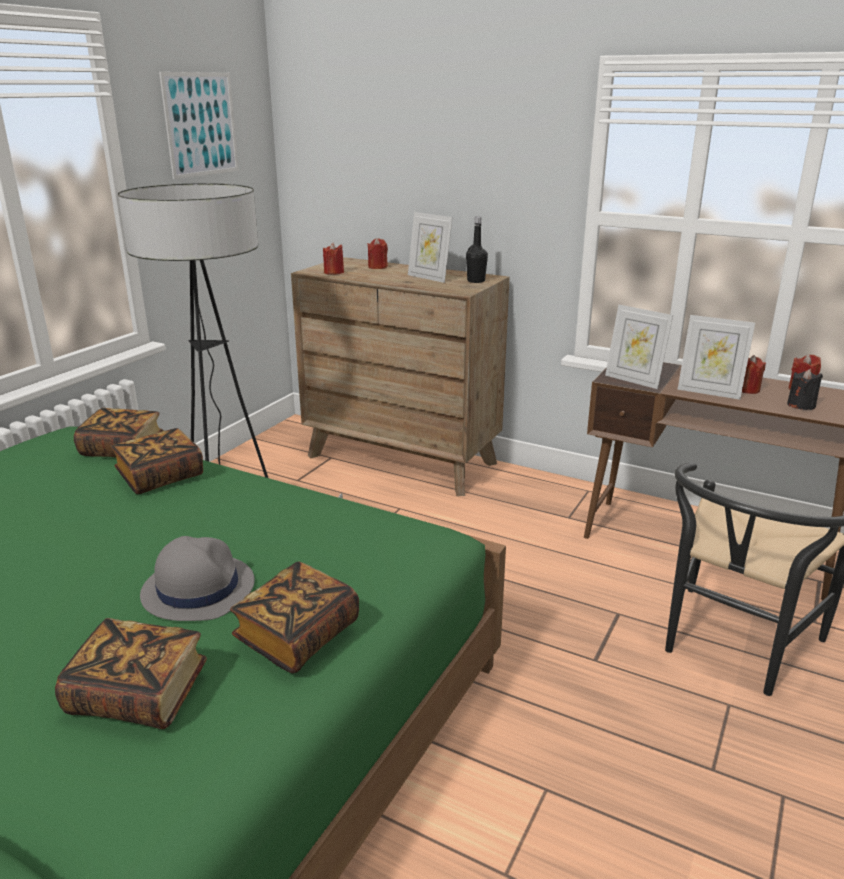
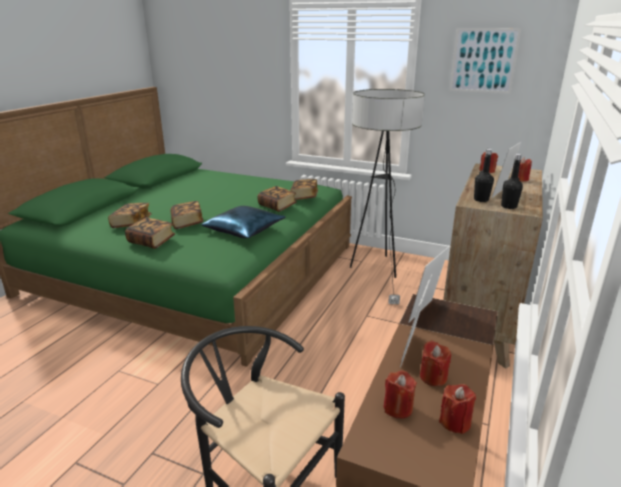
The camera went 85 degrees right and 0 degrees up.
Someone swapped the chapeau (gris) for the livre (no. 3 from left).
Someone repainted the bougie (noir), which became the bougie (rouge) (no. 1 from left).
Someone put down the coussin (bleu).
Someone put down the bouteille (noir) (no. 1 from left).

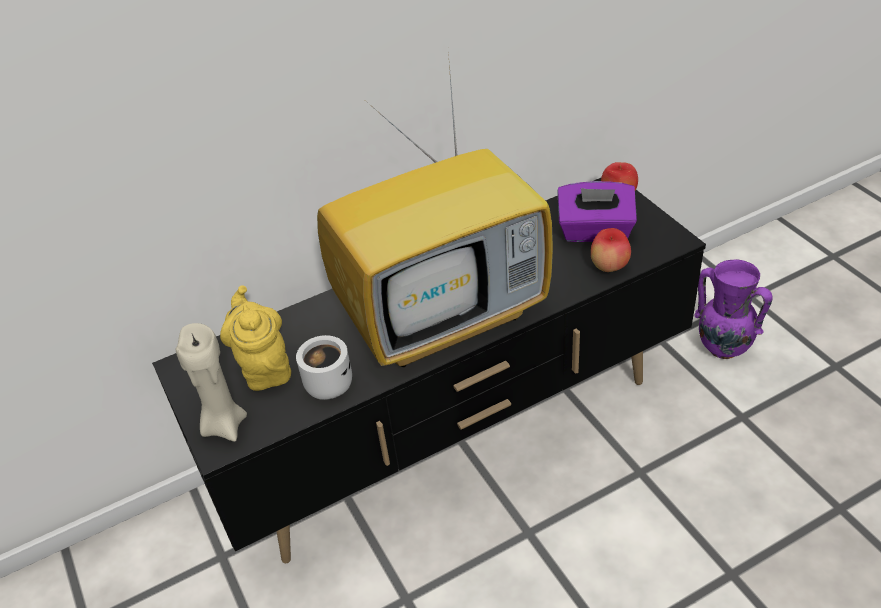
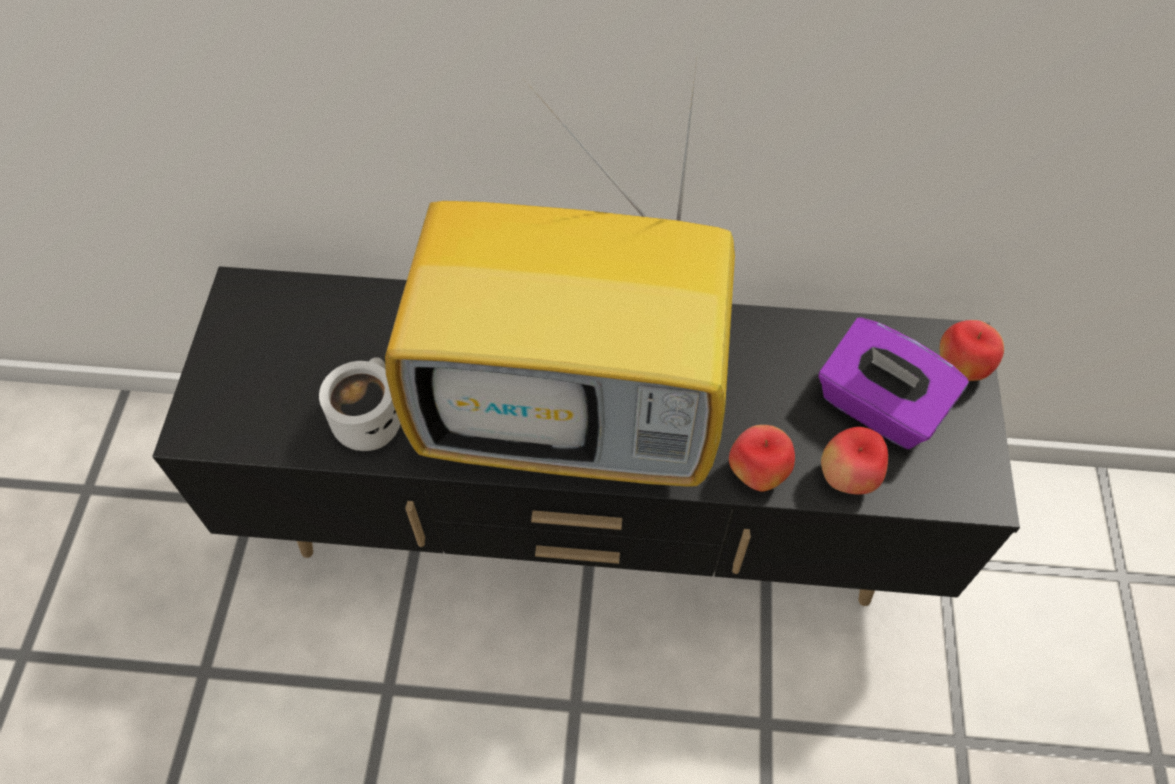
The camera went 30 degrees right and 15 degrees up.
Someone took away the bougie (beige).
Someone took away the théière (jaune).
Someone took away the vase (violet).
Someone put down the pomme (no. 1 from left).

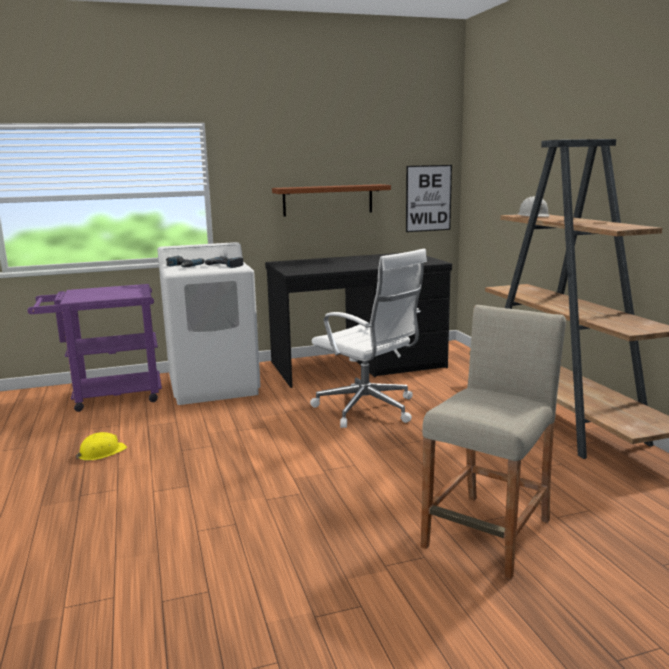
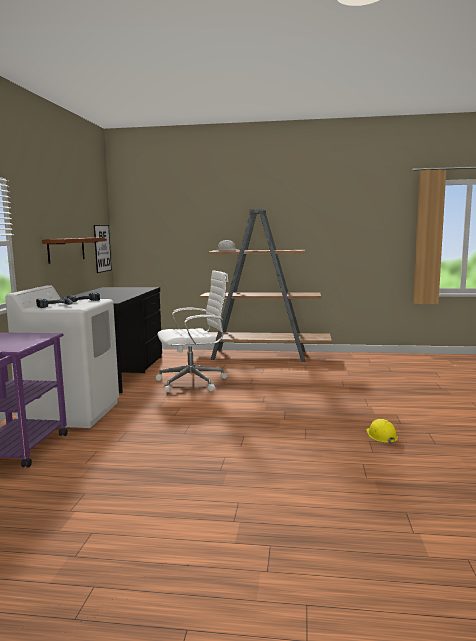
The camera went 65 degrees left and 5 degrees down.
Someone carried the casque de chantier (jaune).
Someone took away the tabouret (beige).

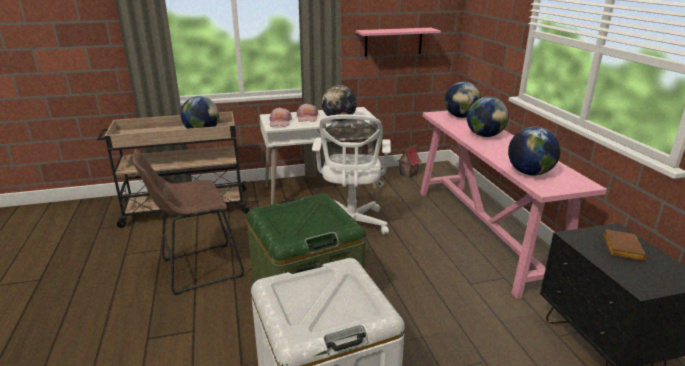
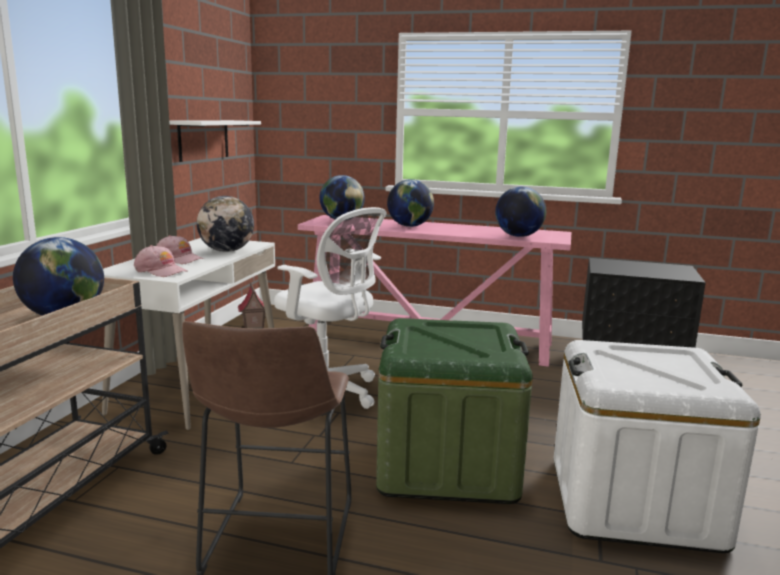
The camera went 60 degrees left and 10 degrees down.
Someone repainted the étagère (rose), which became the étagère (blanc).
Someone took away the livre (marron).

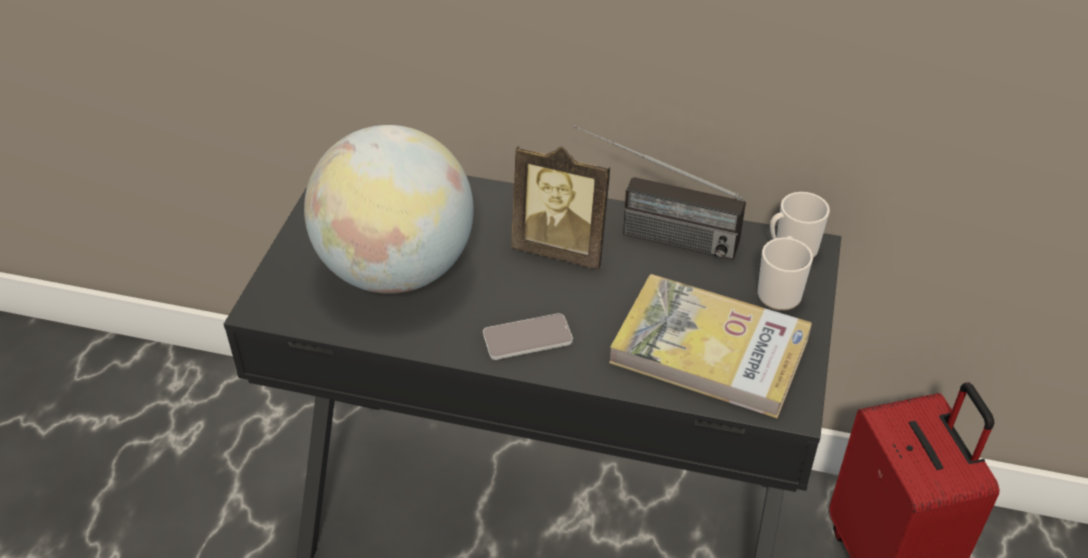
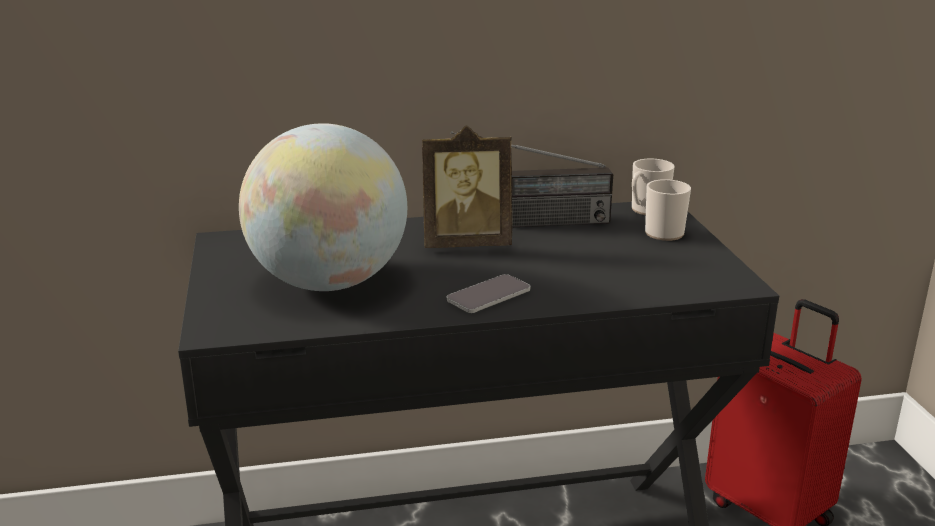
The camera went 25 degrees left and 20 degrees down.
Someone took away the livre.

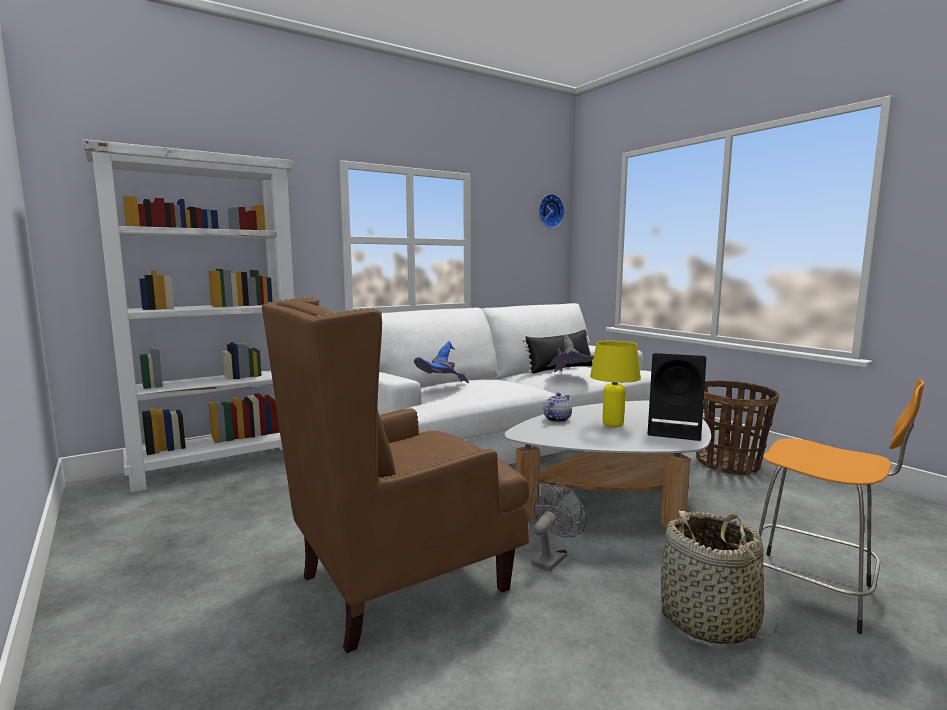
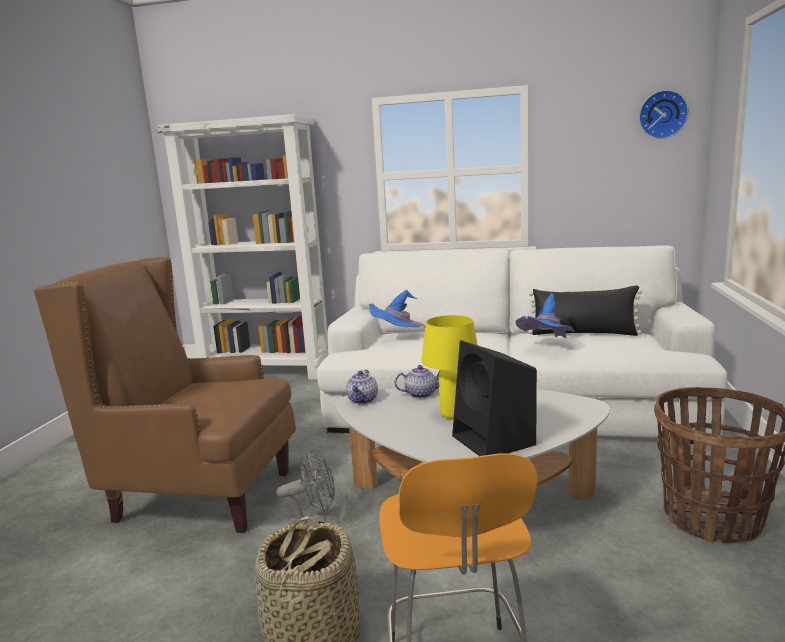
The camera went 45 degrees right and 5 degrees up.
Someone repainted the chapeau (gris), which became the chapeau (bleu) (no. 2 from left).
Someone put down the théière (no. 1 from left).

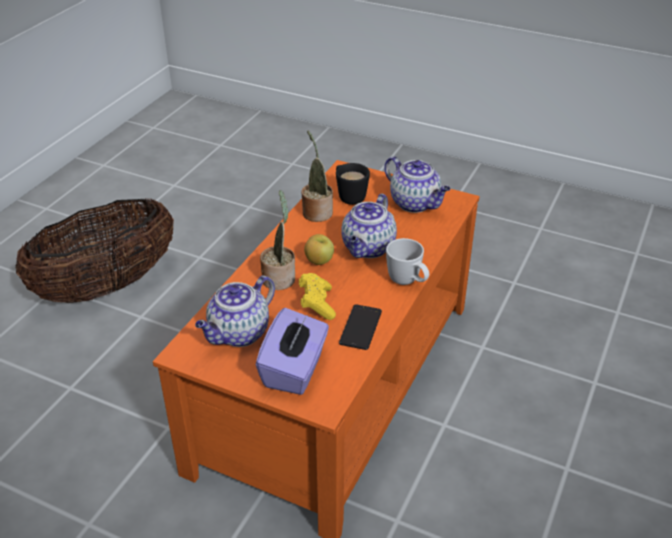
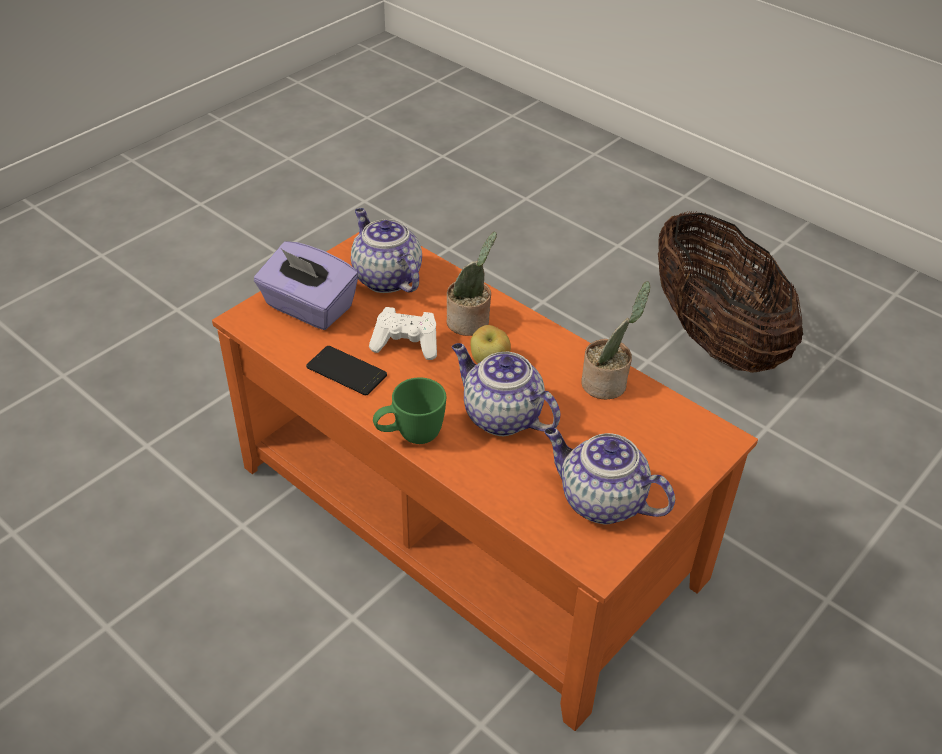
The camera went 105 degrees right and 5 degrees up.
Someone repainted the manette (jaune), which became the manette (blanc).
Someone took away the mug (noir).
Someone rotated the théière (no. 3 from left) by 60 degrees clockwise.
Someone repainted the mug (blanc), which became the mug (vert).

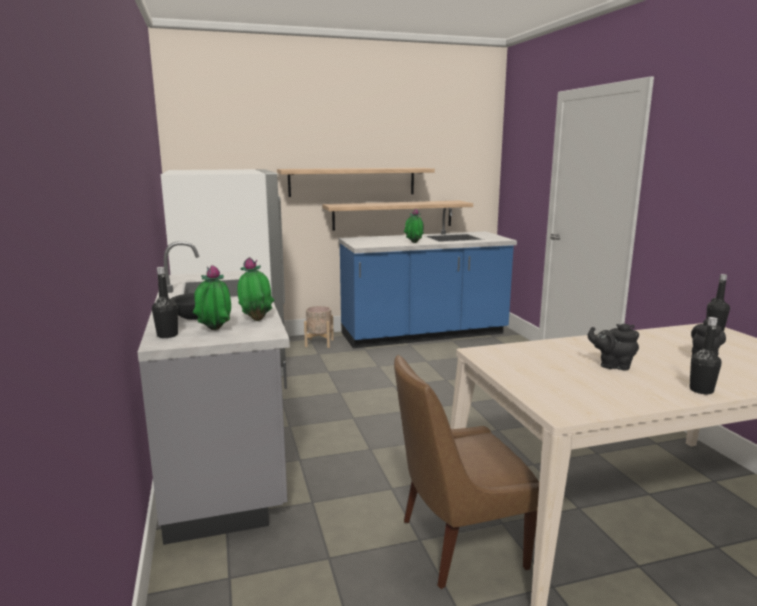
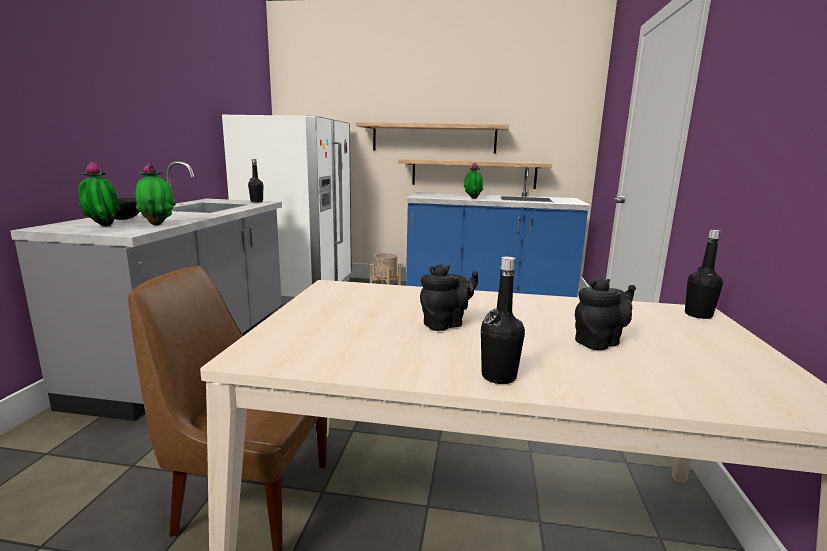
The camera went 25 degrees right and 0 degrees up.
Someone carried the bouteille (noir) (no. 1 from left).
Someone rotated the théière (noir) (no. 1 from left) by 105 degrees clockwise.

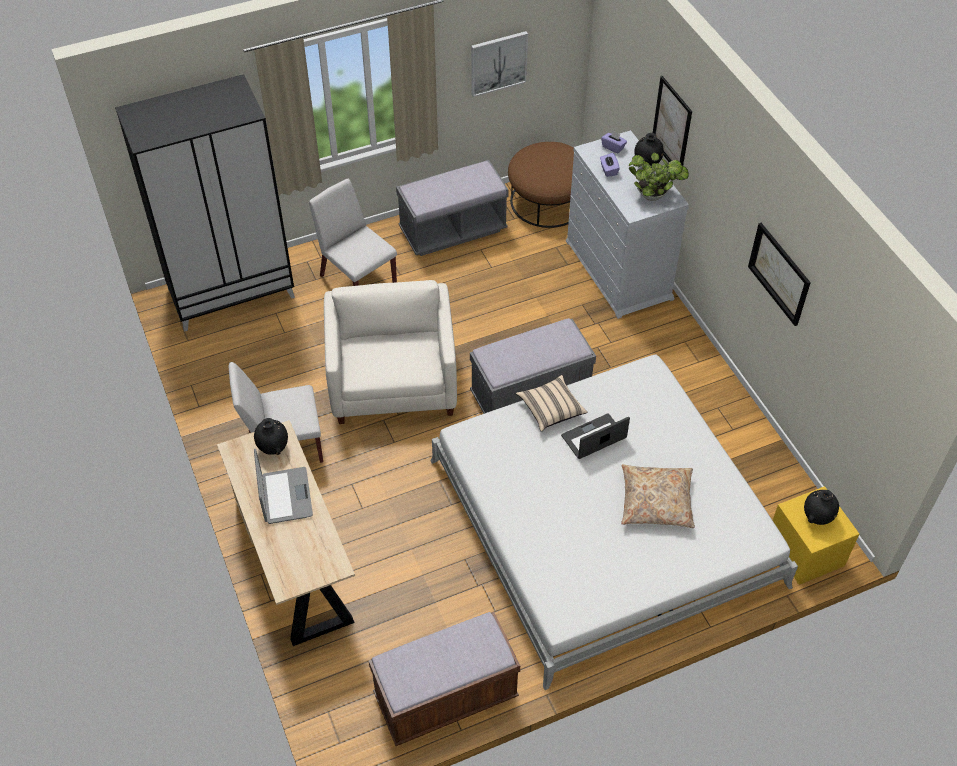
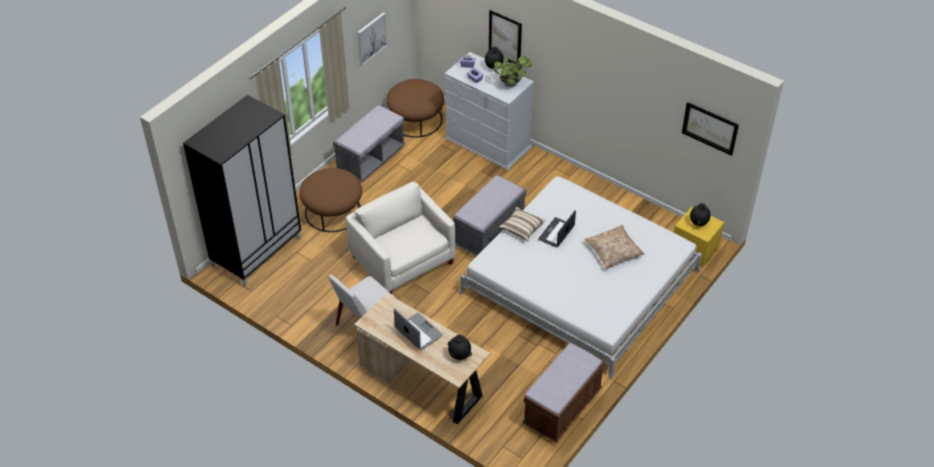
The camera went 30 degrees left and 5 degrees down.
Someone carried the vase (noir) (no. 1 from left).
Someone swapped the chaise (blanc) (no. 2 from left) for the pouf (marron) (no. 1 from left).
Someone carried the tableau (no. 3 from left).

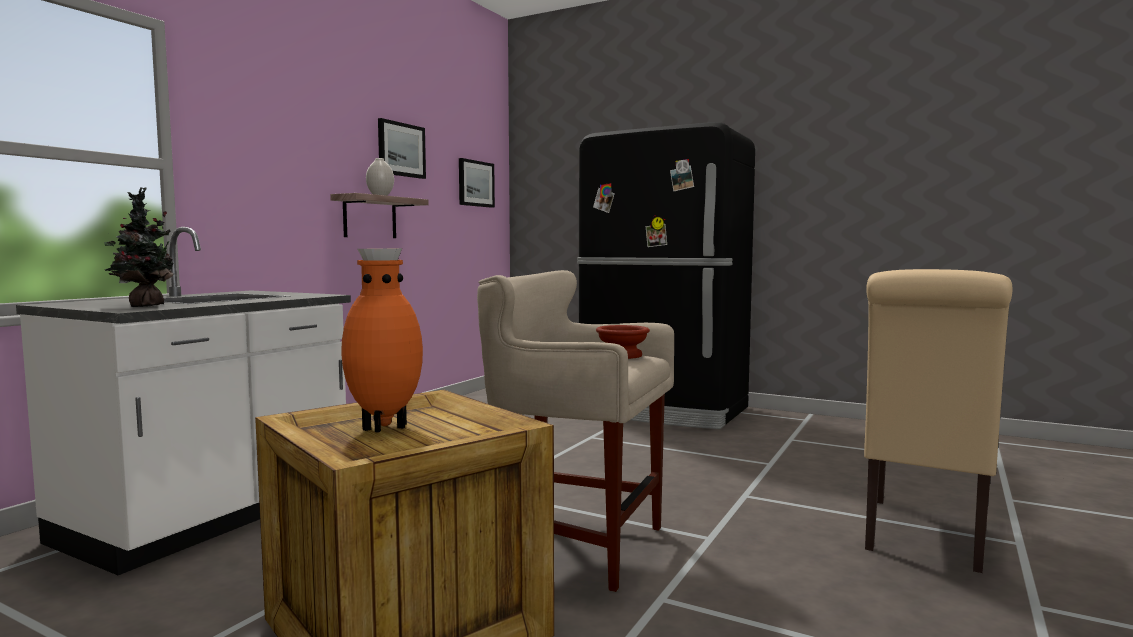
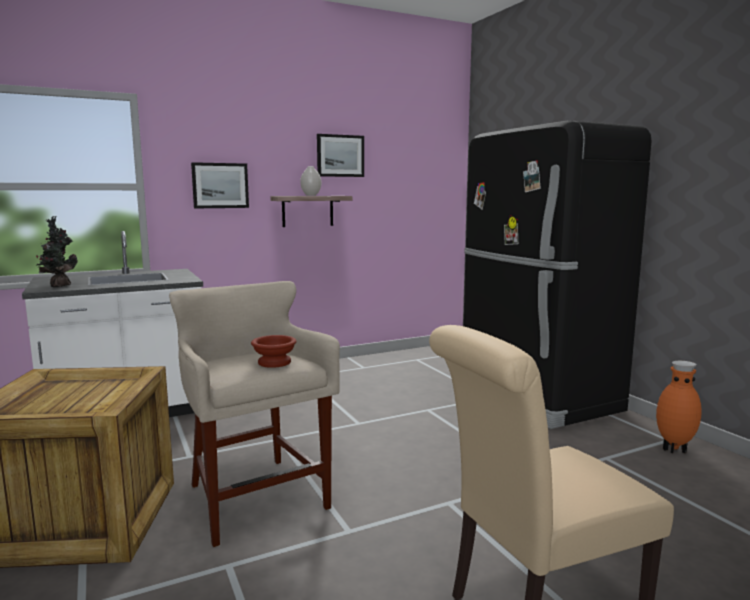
The camera went 35 degrees right and 5 degrees up.
Someone carried the vase (orange).
Someone carried the tableau (no. 2 from left in the first image).

